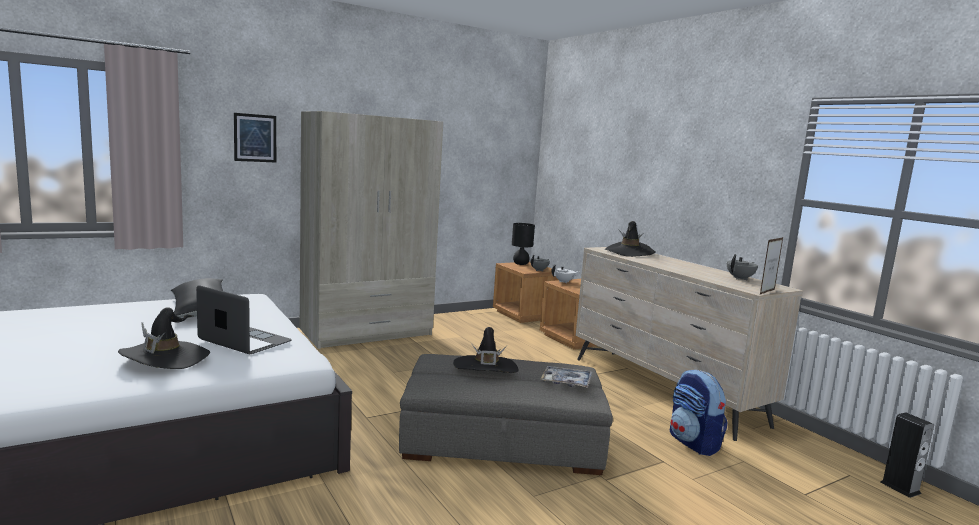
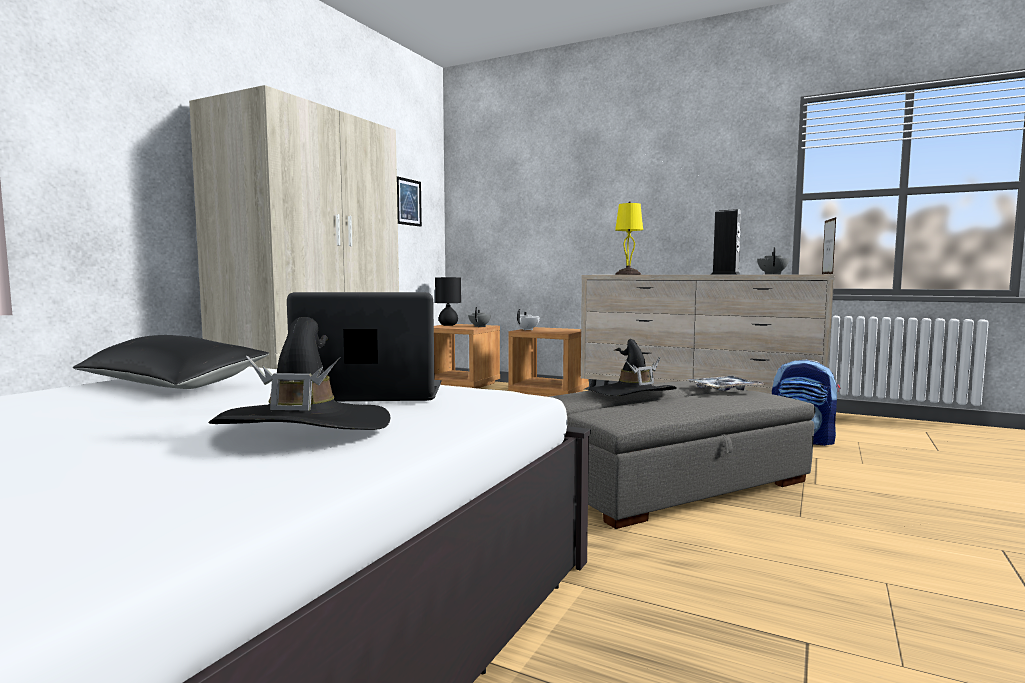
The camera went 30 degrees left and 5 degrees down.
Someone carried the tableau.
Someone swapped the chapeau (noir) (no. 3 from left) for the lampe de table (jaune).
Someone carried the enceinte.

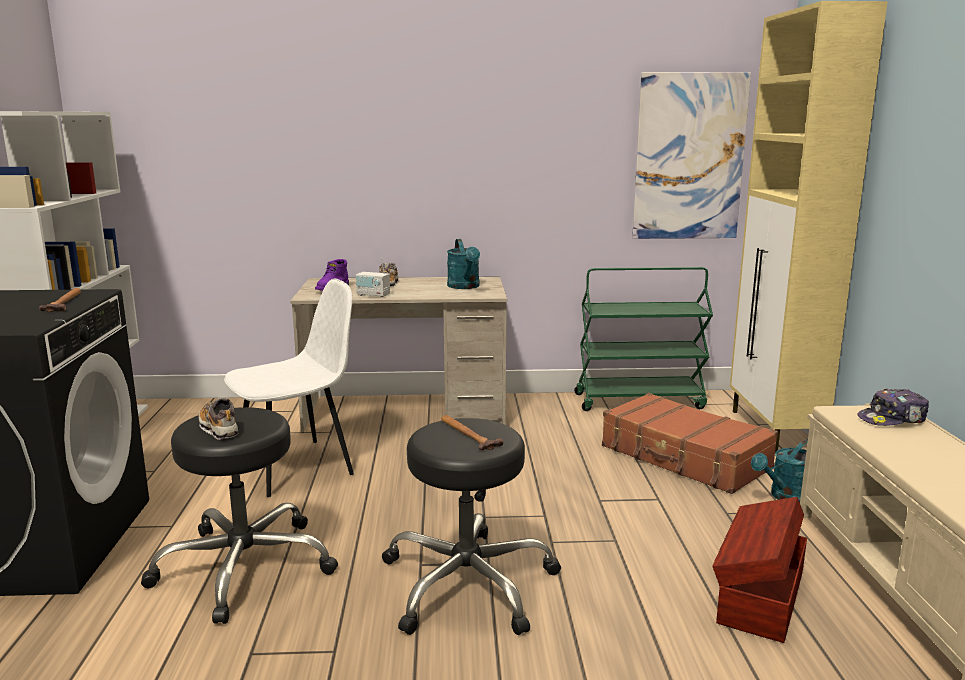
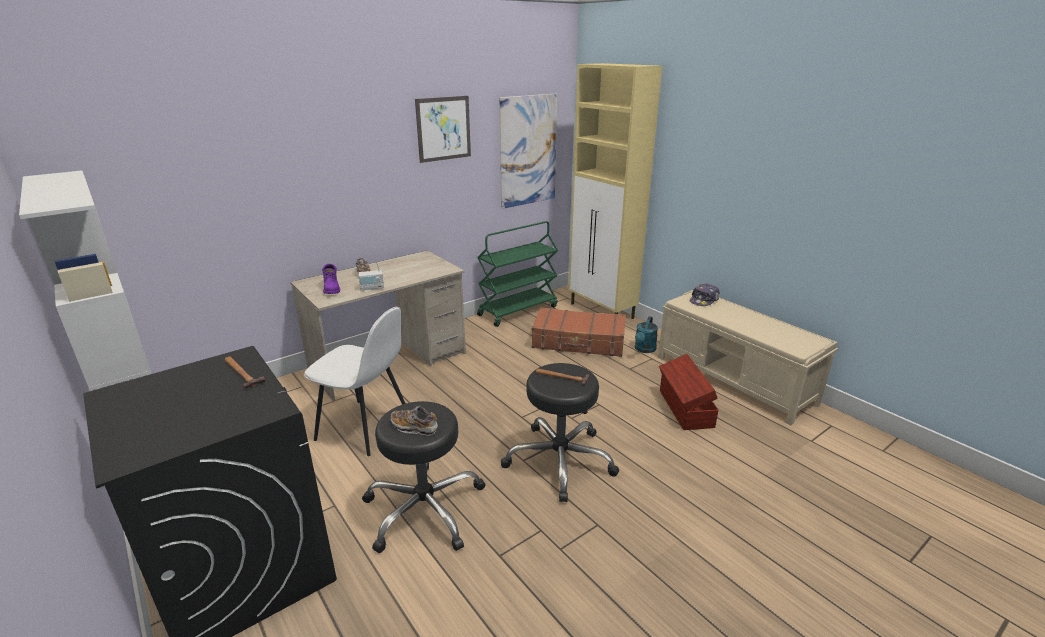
The camera went 35 degrees left and 10 degrees up.
Someone rotated the chaise (blanc) by 90 degrees clockwise.
Someone took away the arrosoir (turquoise) (no. 1 from left).
Someone put up the tableau (no. 1 from left).

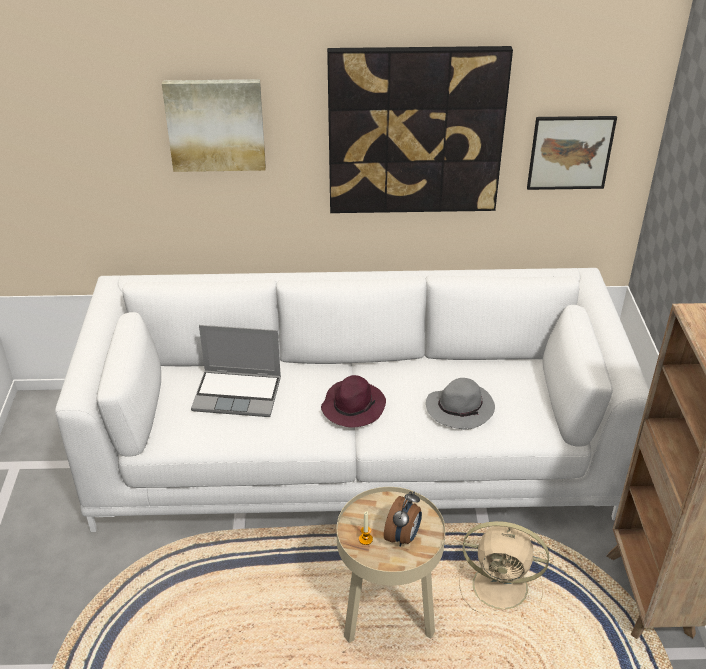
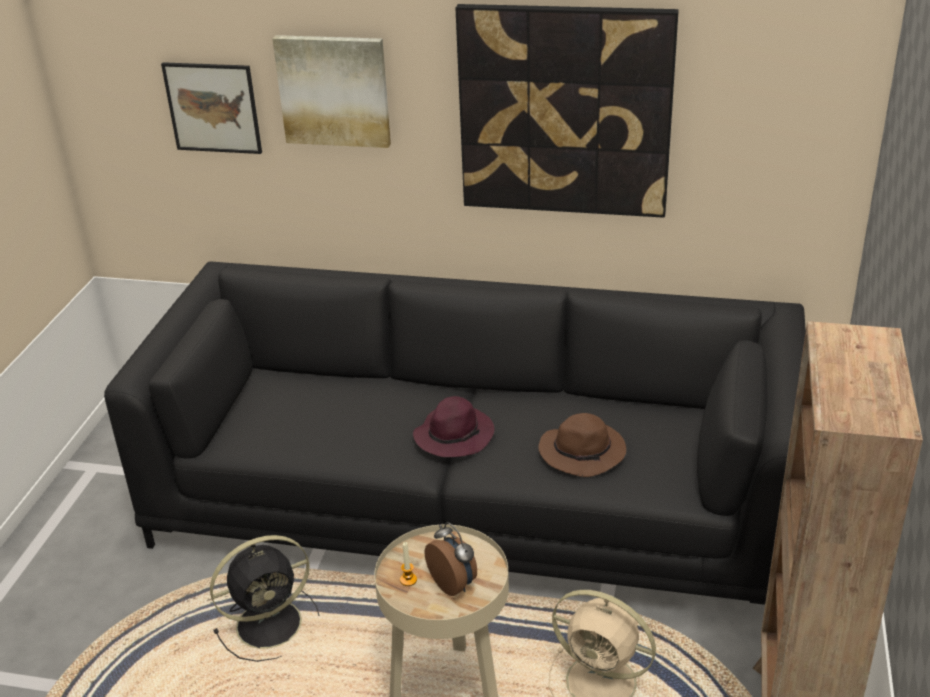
The camera went 15 degrees right and 5 degrees down.
Someone repainted the canapé (blanc), which became the canapé (noir).
Someone took away the ordinateur portable.
Someone rotated the réveil by 75 degrees counterclockwise.
Someone repainted the chapeau (gris), which became the chapeau (marron).
Someone carried the tableau (no. 3 from left in the first image).
Someone put down the ventilateur (noir).

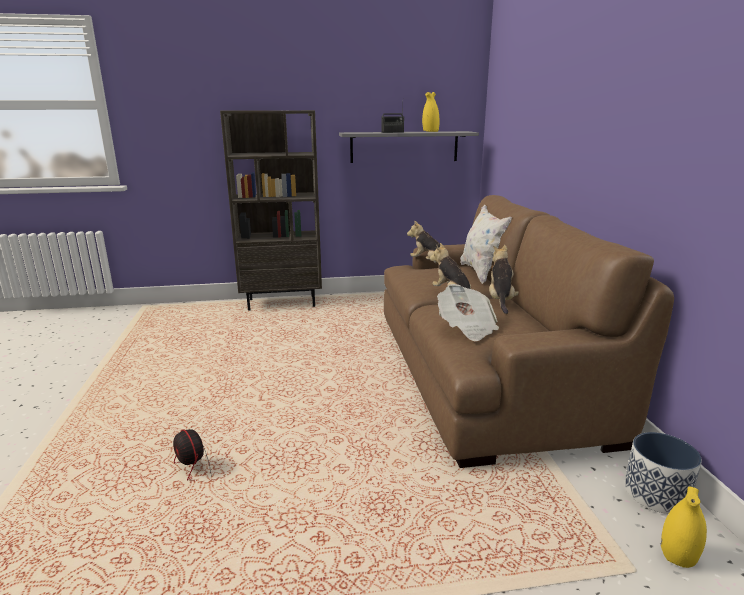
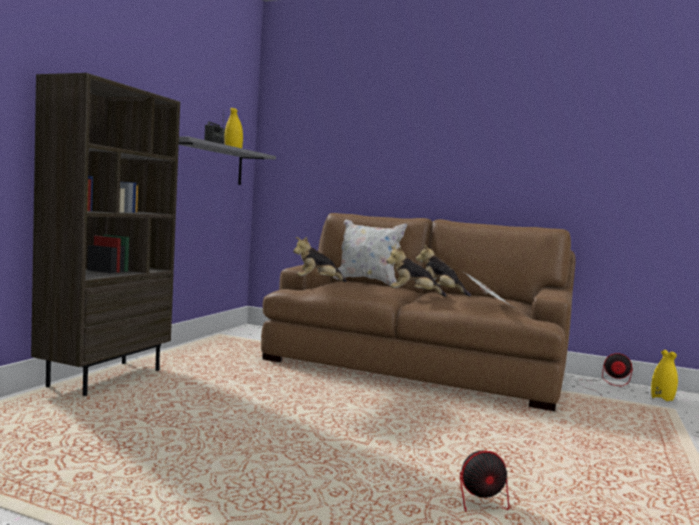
The camera went 60 degrees left and 15 degrees down.
Someone swapped the cache-pot for the ventilateur (no. 2 from left).

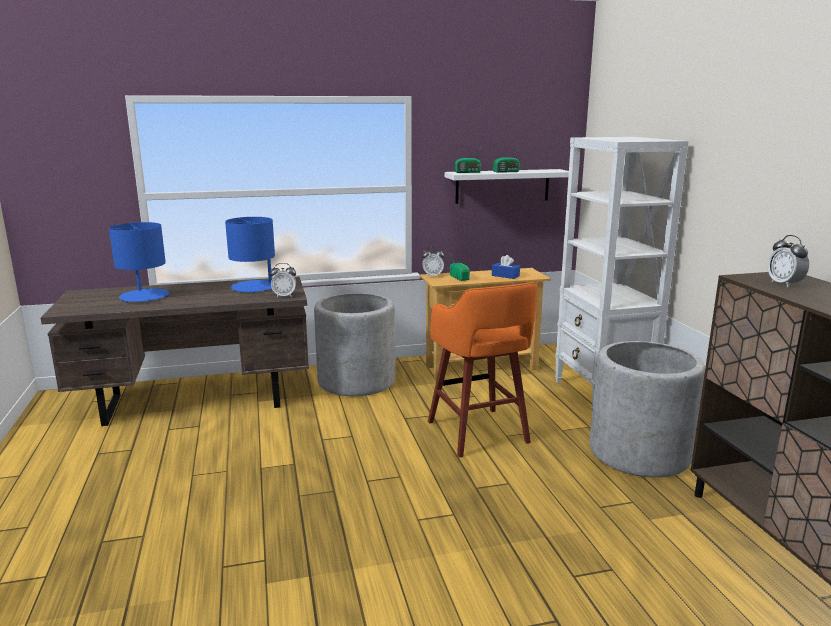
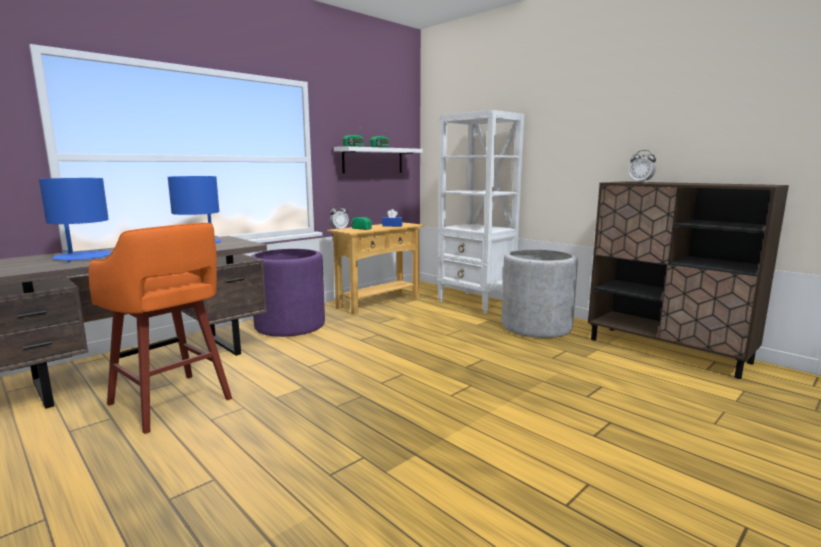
The camera went 30 degrees left and 5 degrees down.
Someone took away the réveil (no. 1 from left).
Someone repainted the cache-pot (gris) (no. 1 from left), which became the cache-pot (violet).
Someone carried the tabouret (orange).

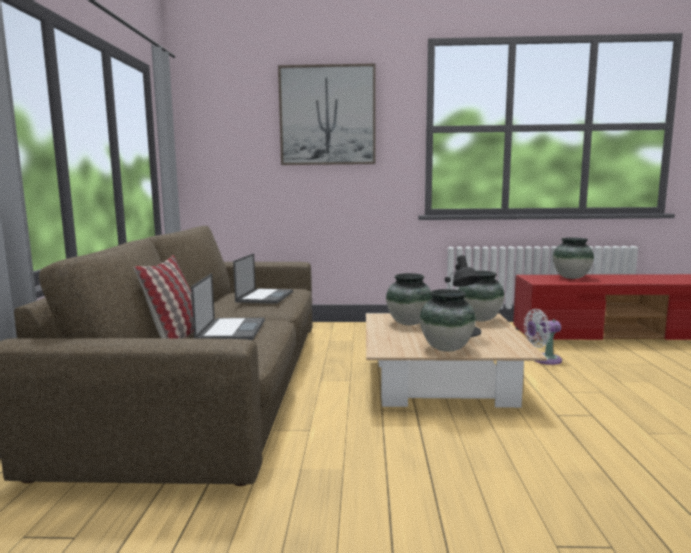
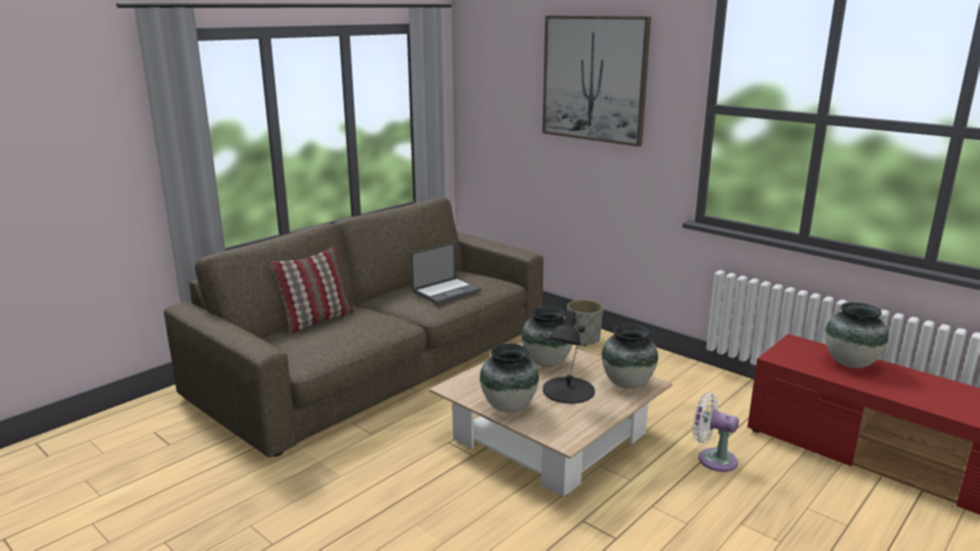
The camera went 40 degrees right and 10 degrees up.
Someone took away the ordinateur portable (no. 1 from left).
Someone put down the cache-pot (gris).

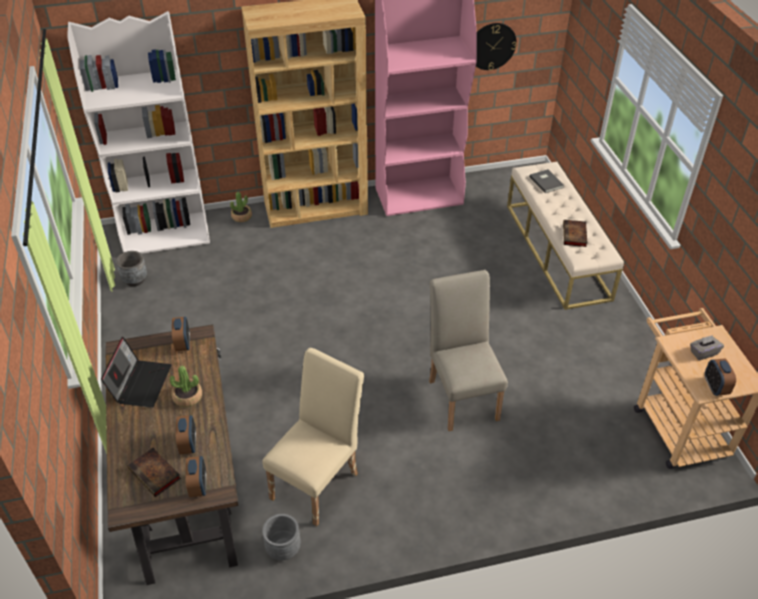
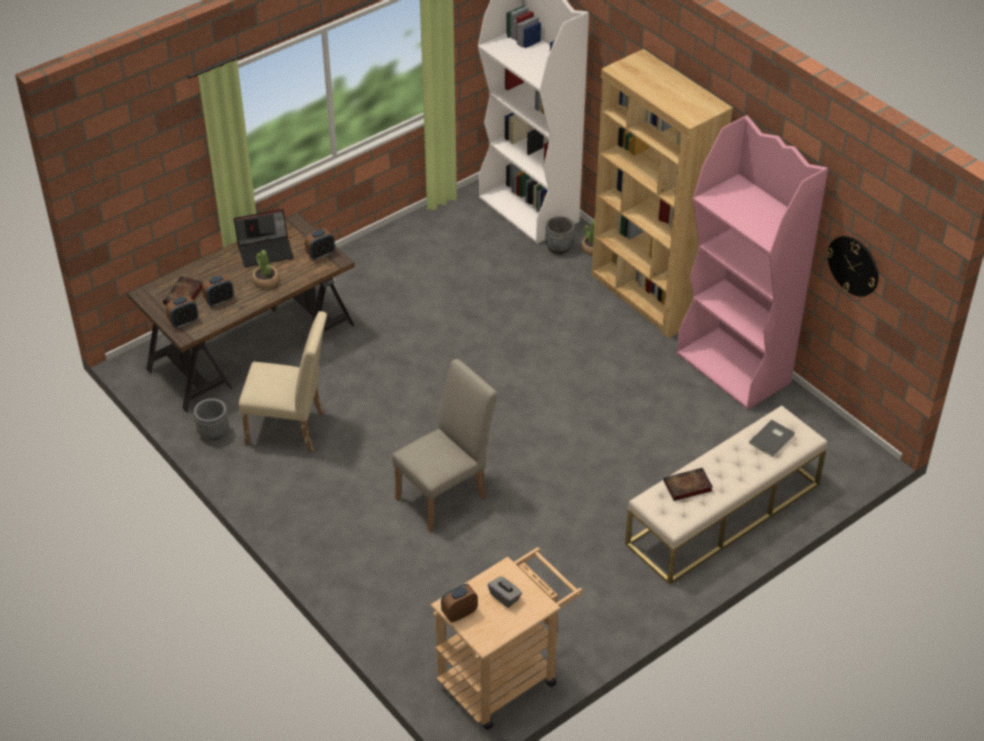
The camera went 65 degrees right and 0 degrees up.
Someone carried the cache-pot (gris) (no. 1 from left in the first image).

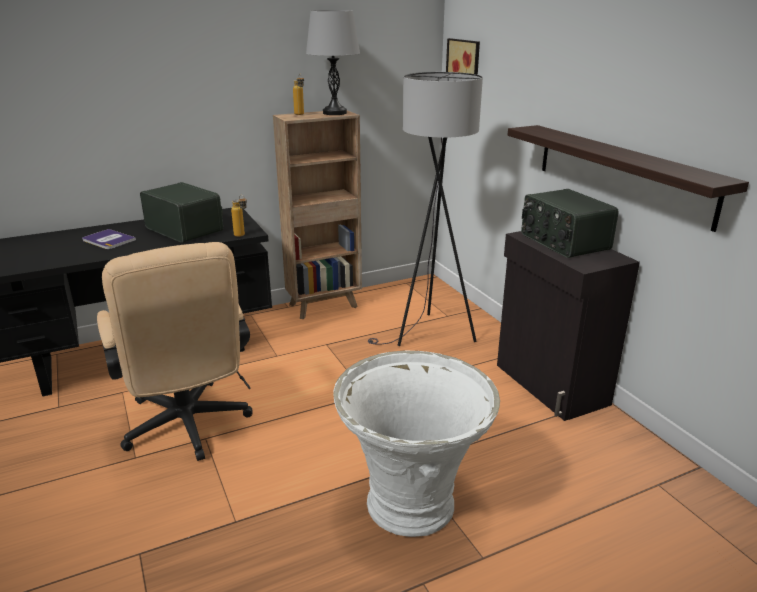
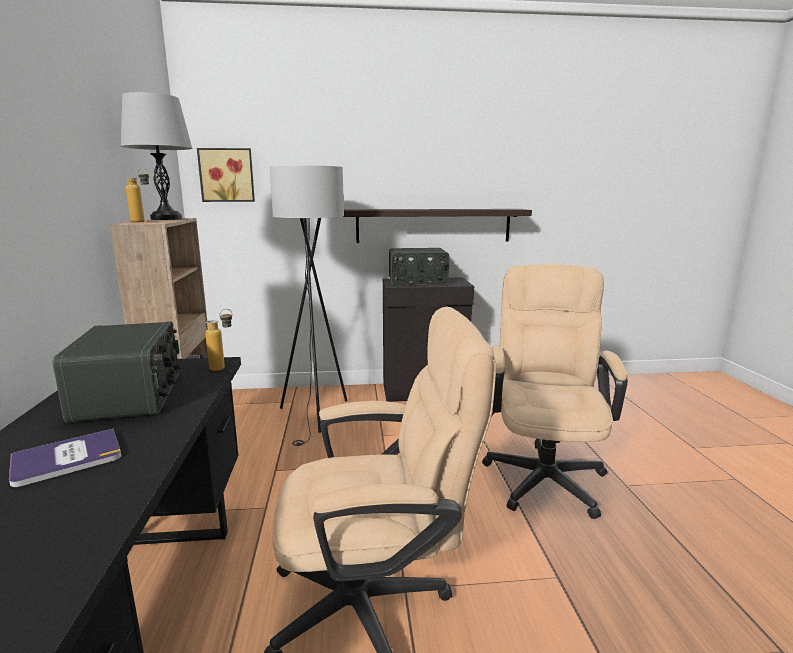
The camera went 70 degrees left and 10 degrees down.
Someone rotated the radio (no. 1 from left) by 105 degrees clockwise.
Someone swapped the cache-pot (blanc) for the chaise de bureau (beige) (no. 2 from left).

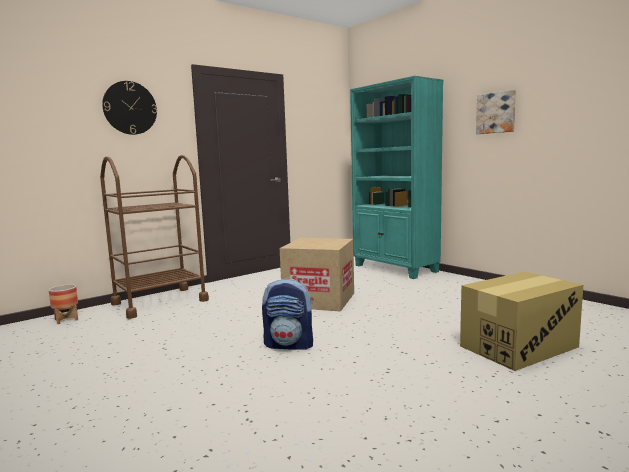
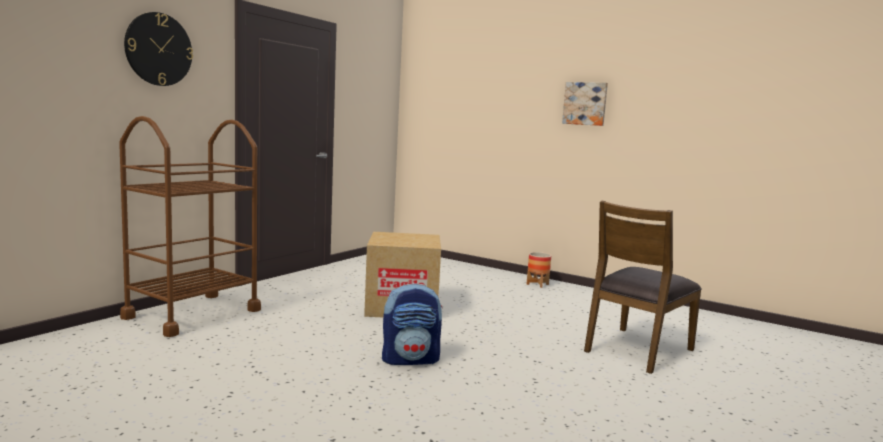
The camera went 20 degrees left and 0 degrees up.
Someone carried the cache-pot.
Someone took away the bibliothèque (turquoise).
Someone swapped the carton (no. 2 from left) for the chaise (marron).

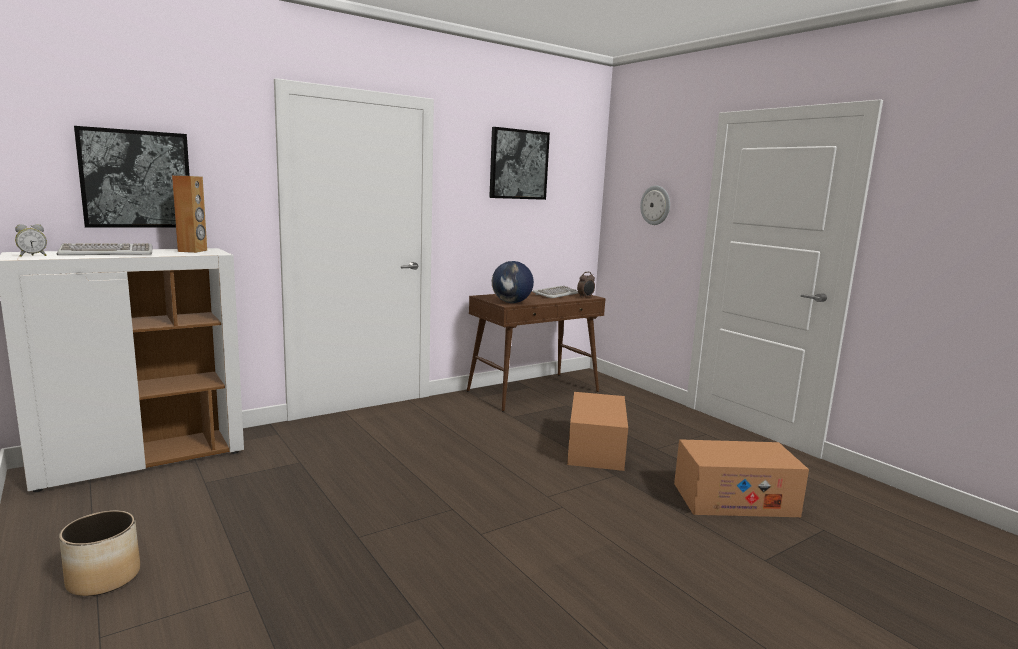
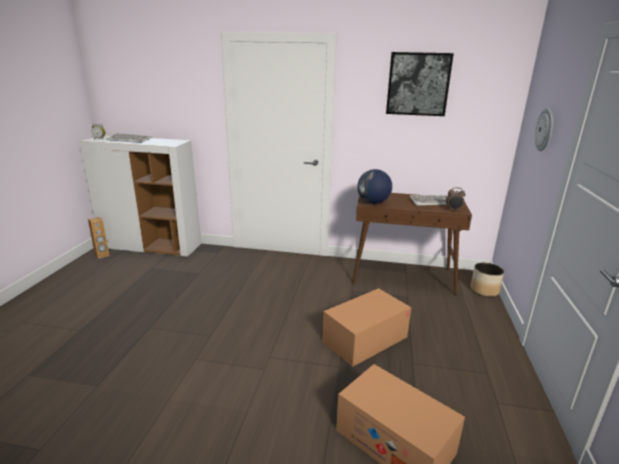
The camera went 45 degrees right and 10 degrees up.
Someone carried the cache-pot.
Someone took away the tableau (no. 1 from left).
Someone carried the enceinte (marron).

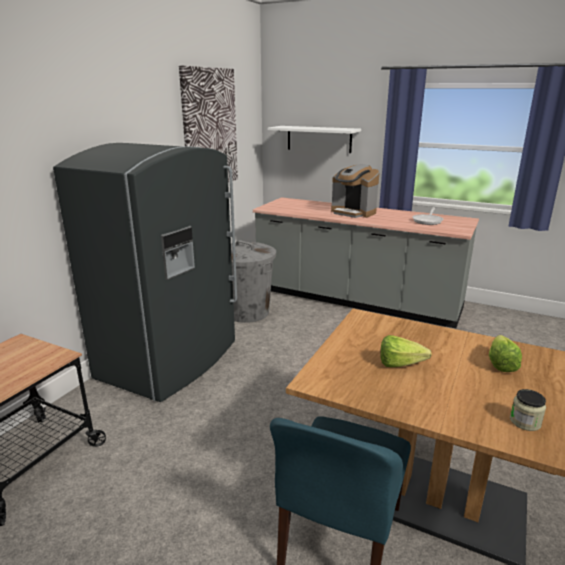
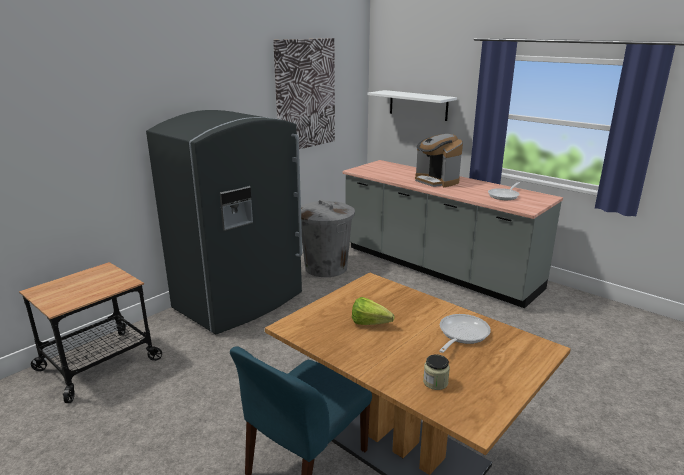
The camera went 15 degrees right and 0 degrees up.
Someone swapped the laitue (no. 2 from left) for the poêle (no. 1 from left).

